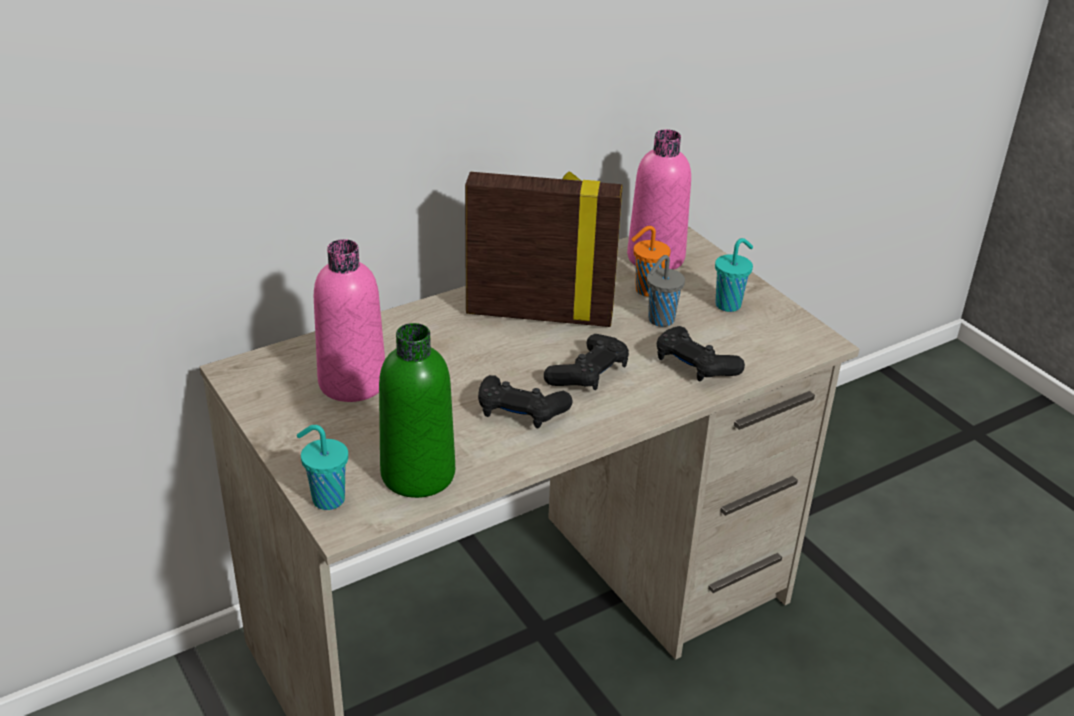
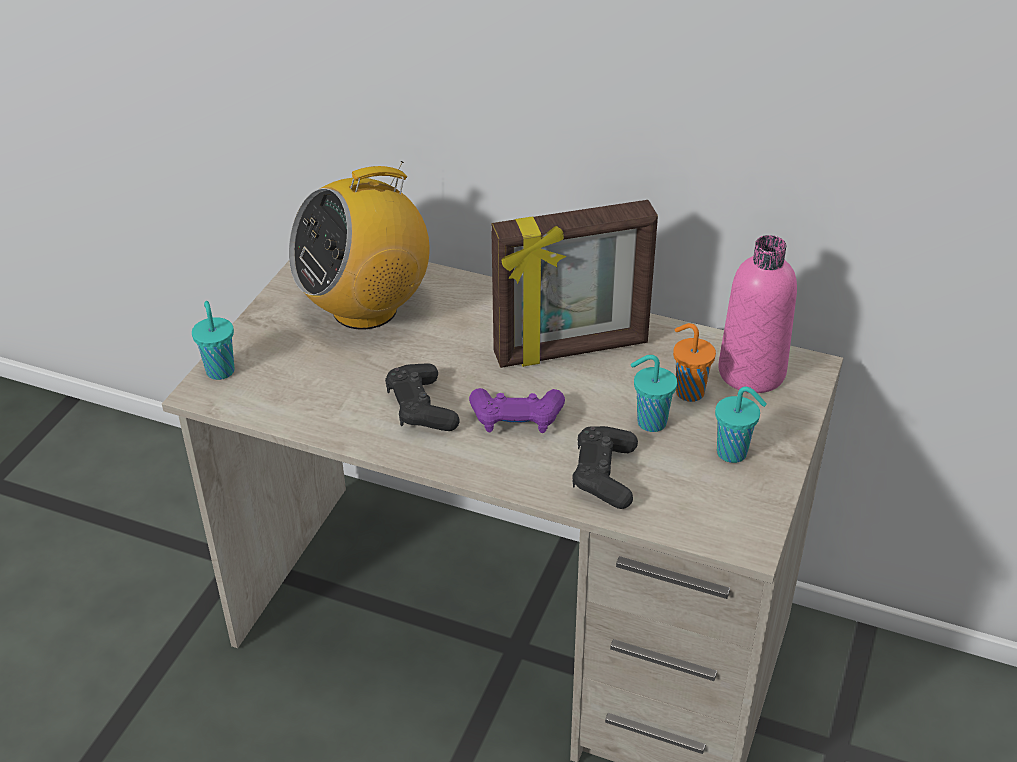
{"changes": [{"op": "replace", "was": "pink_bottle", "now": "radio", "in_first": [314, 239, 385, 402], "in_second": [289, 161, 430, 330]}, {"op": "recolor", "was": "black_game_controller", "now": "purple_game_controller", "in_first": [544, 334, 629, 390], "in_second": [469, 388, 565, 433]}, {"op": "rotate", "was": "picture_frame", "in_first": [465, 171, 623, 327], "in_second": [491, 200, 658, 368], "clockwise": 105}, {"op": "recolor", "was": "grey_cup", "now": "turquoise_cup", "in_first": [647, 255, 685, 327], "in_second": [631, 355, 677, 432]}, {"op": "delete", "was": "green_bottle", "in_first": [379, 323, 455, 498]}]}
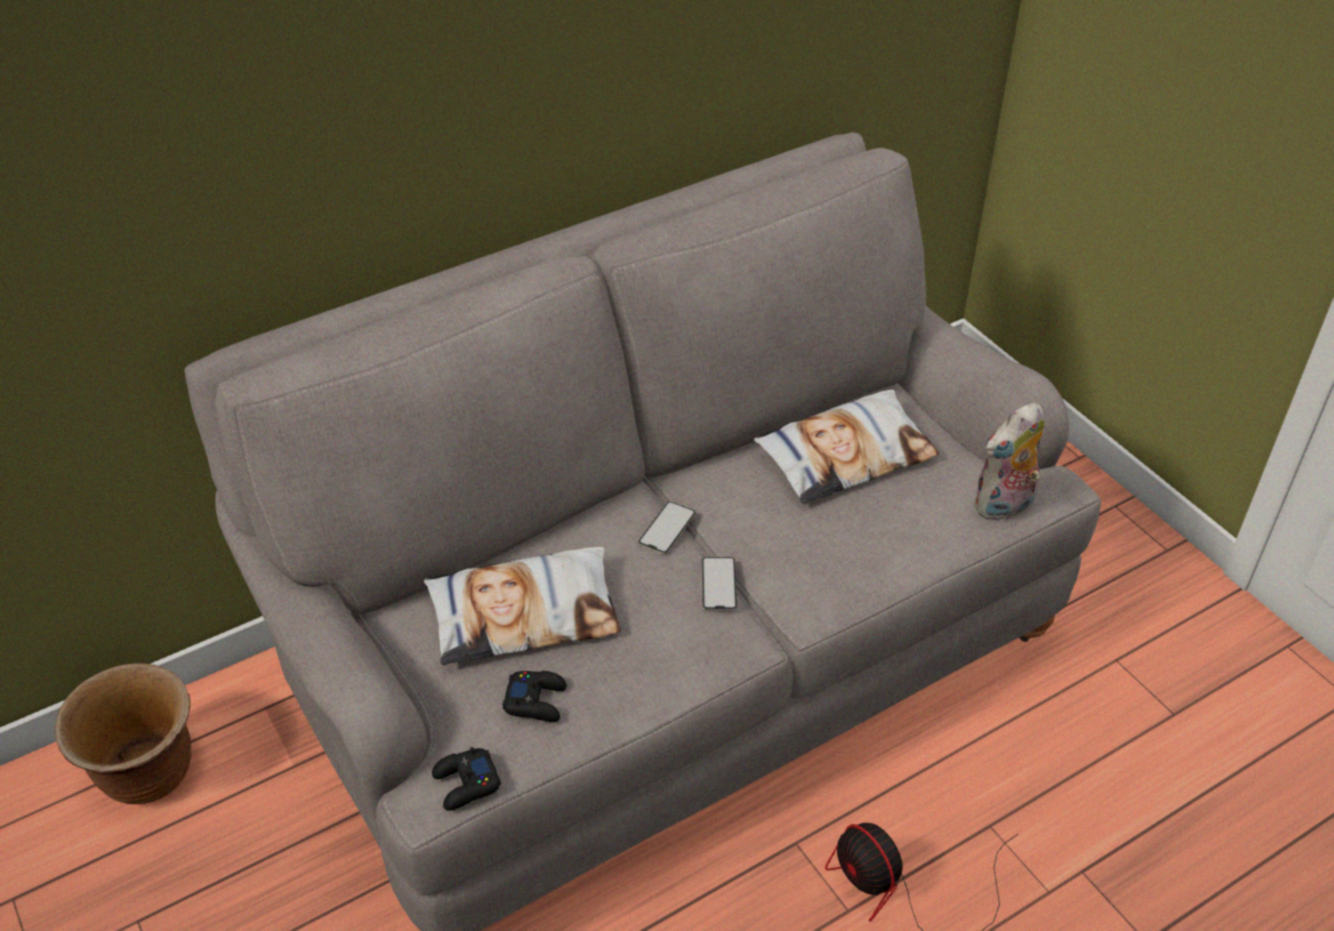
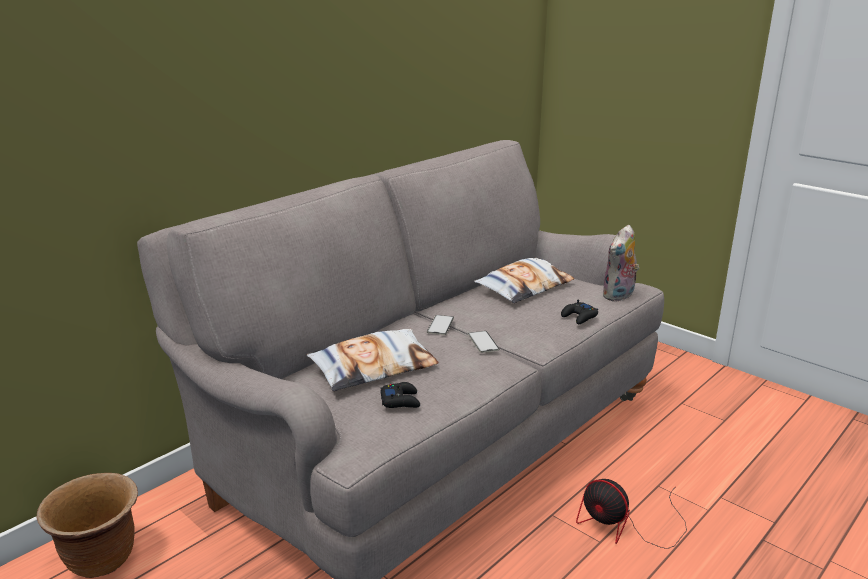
{"changes": [{"op": "move", "was": "black_game_controller", "in_first": [432, 747, 501, 811], "in_second": [561, 299, 598, 324]}]}
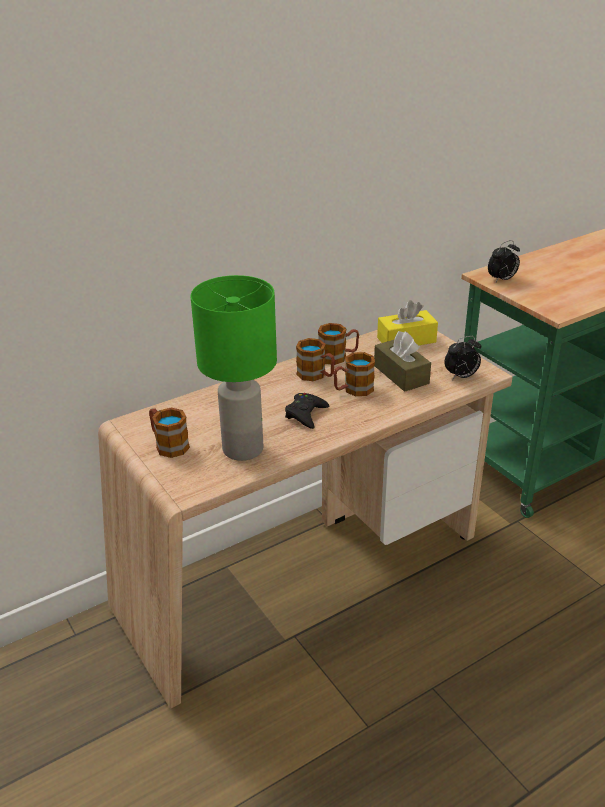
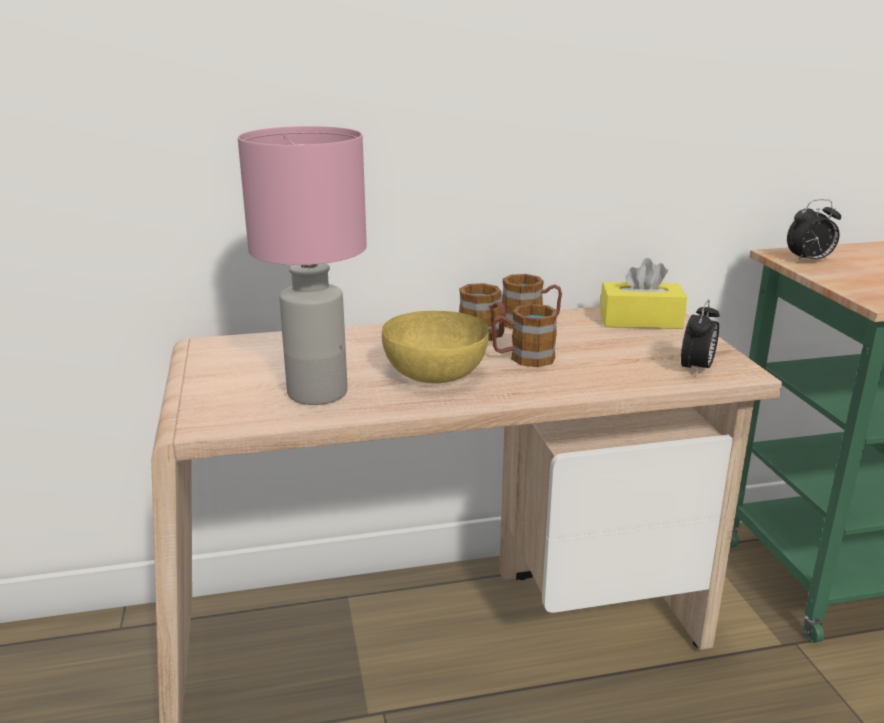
{"changes": [{"op": "recolor", "was": "green_table_lamp", "now": "pink_table_lamp", "in_first": [191, 275, 277, 461], "in_second": [238, 126, 367, 405]}, {"op": "replace", "was": "black_game_controller", "now": "yellow_bowl", "in_first": [285, 393, 329, 429], "in_second": [382, 311, 489, 383]}, {"op": "rotate", "was": "alarm_clock", "in_first": [444, 336, 481, 379], "in_second": [681, 300, 720, 377], "clockwise": -60}, {"op": "delete", "was": "mug", "in_first": [149, 408, 190, 458]}, {"op": "delete", "was": "brown_tissue_box", "in_first": [374, 331, 431, 392]}]}
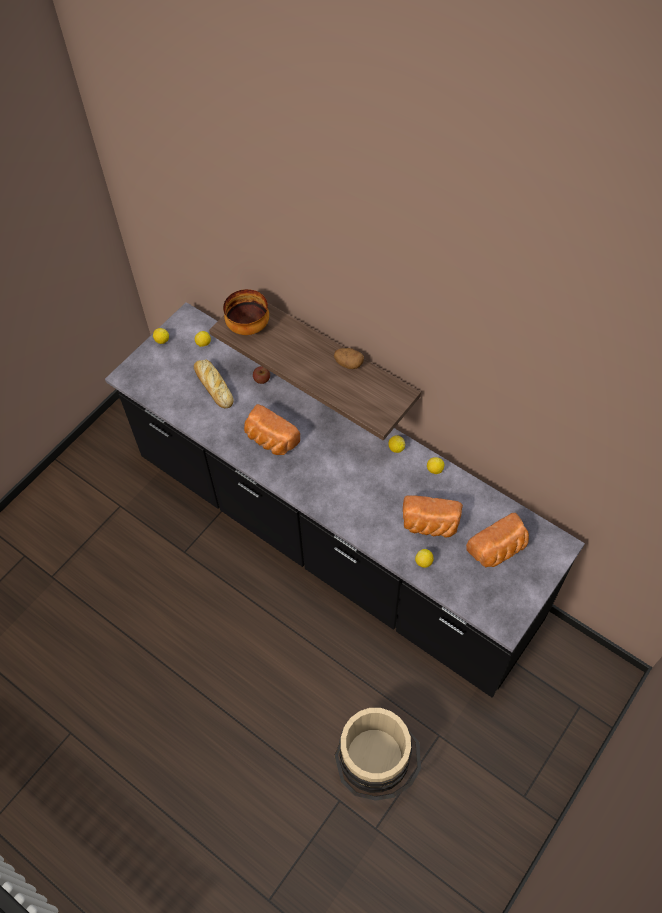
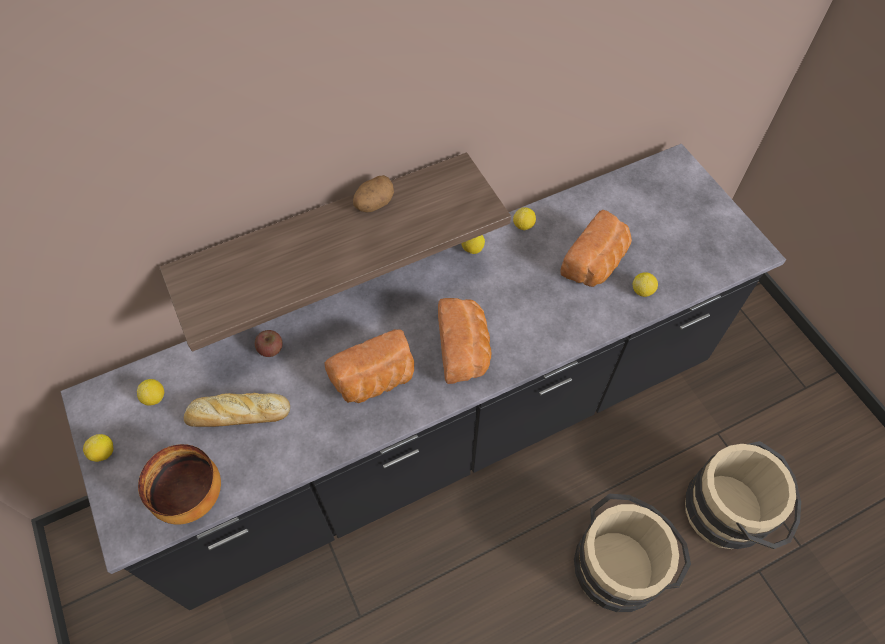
{"changes": [{"op": "move", "was": "bowl", "in_first": [223, 289, 269, 335], "in_second": [138, 444, 221, 524]}, {"op": "move", "was": "bread", "in_first": [466, 513, 529, 567], "in_second": [438, 298, 492, 384]}, {"op": "insert", "now": "beige_bucket", "in_second": [574, 494, 691, 612]}]}
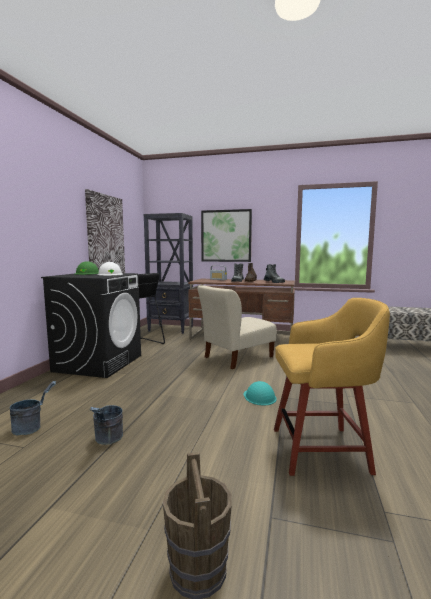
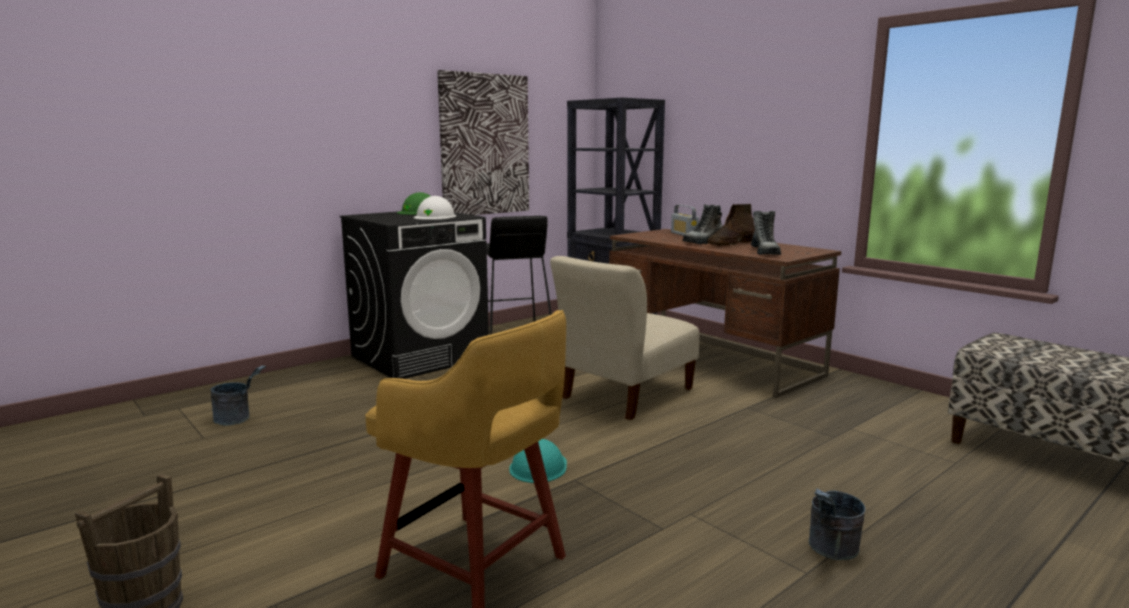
{"changes": [{"op": "rotate", "was": "beige_chair", "in_first": [197, 285, 276, 369], "in_second": [550, 256, 700, 420], "clockwise": -45}, {"op": "move", "was": "grey_bucket", "in_first": [90, 405, 123, 445], "in_second": [809, 489, 865, 560]}, {"op": "delete", "was": "picture", "in_first": [201, 209, 252, 262]}]}
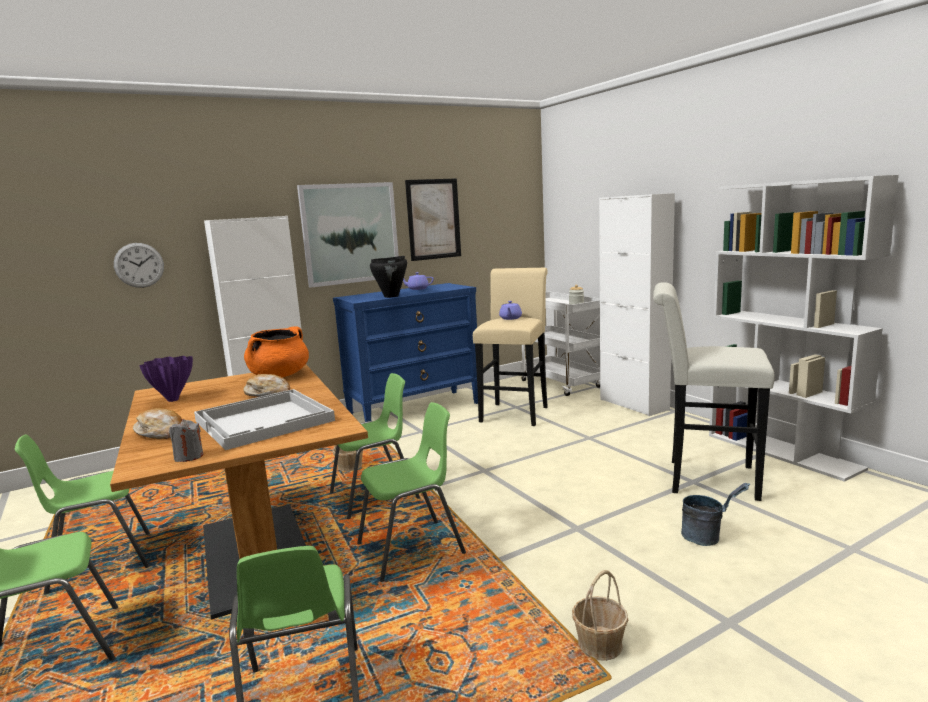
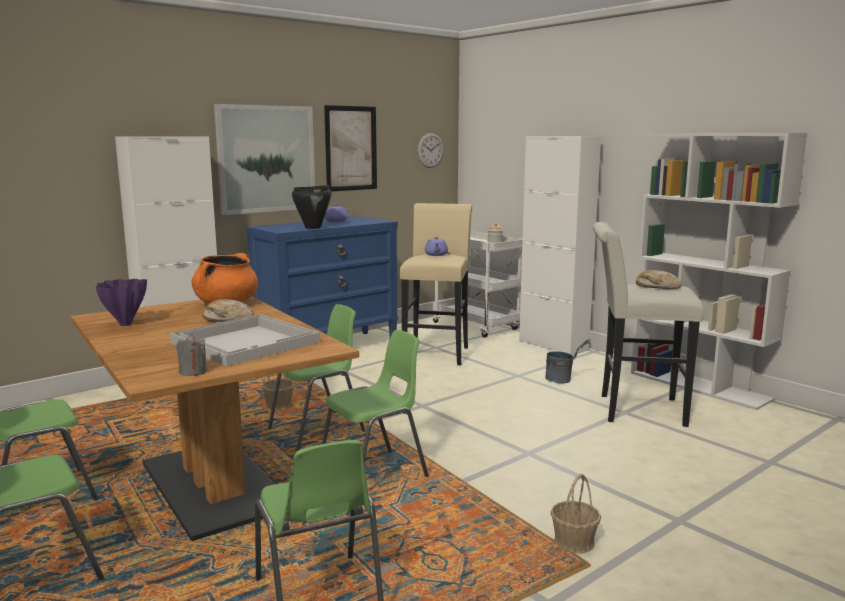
{"changes": [{"op": "move", "was": "wall_clock", "in_first": [114, 243, 164, 288], "in_second": [417, 133, 444, 168]}, {"op": "move", "was": "grey_bucket", "in_first": [681, 483, 750, 546], "in_second": [545, 339, 591, 384]}, {"op": "move", "was": "bread", "in_first": [133, 408, 182, 439], "in_second": [636, 270, 682, 289]}]}
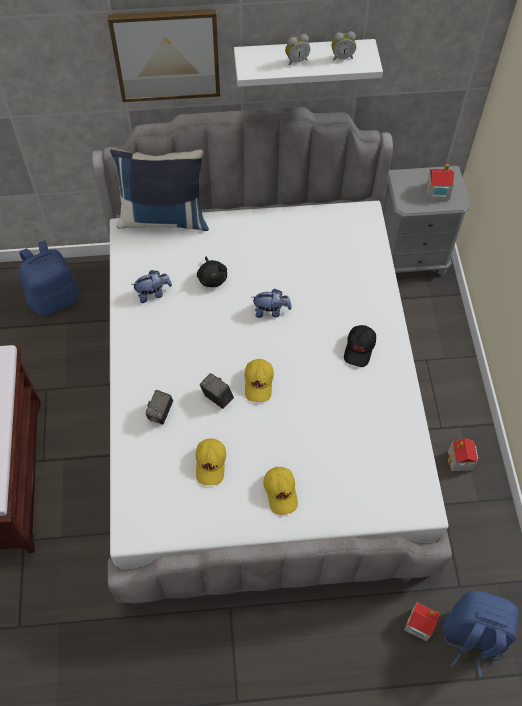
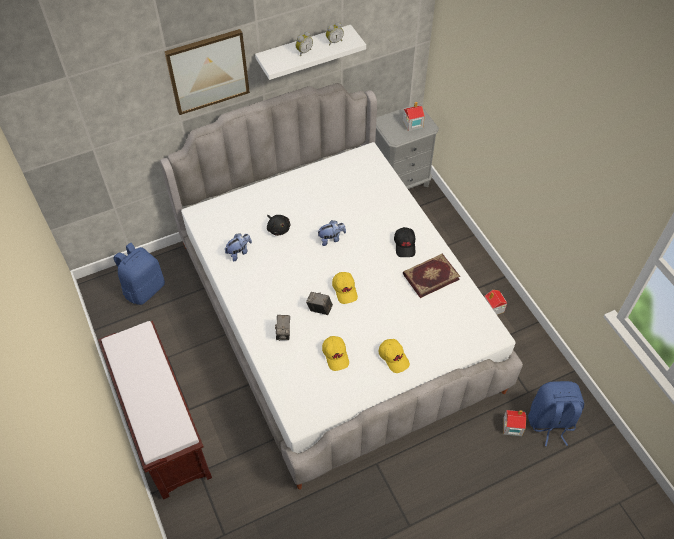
{"changes": [{"op": "insert", "now": "book", "in_second": [403, 254, 460, 298]}, {"op": "delete", "was": "blue_pillow", "in_first": [110, 149, 209, 231]}]}
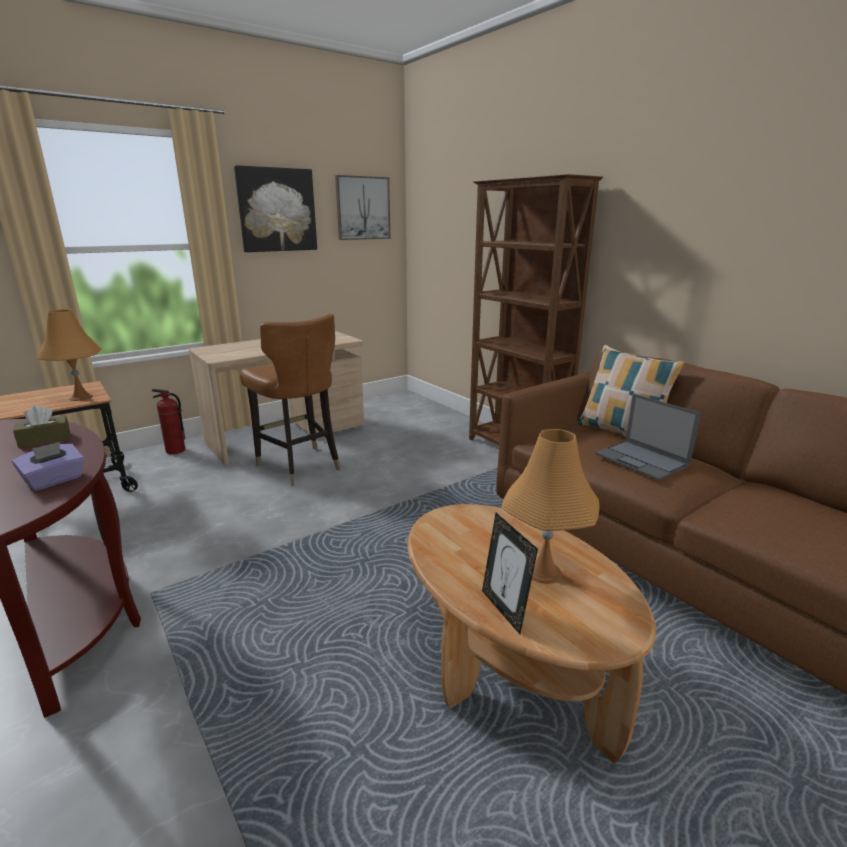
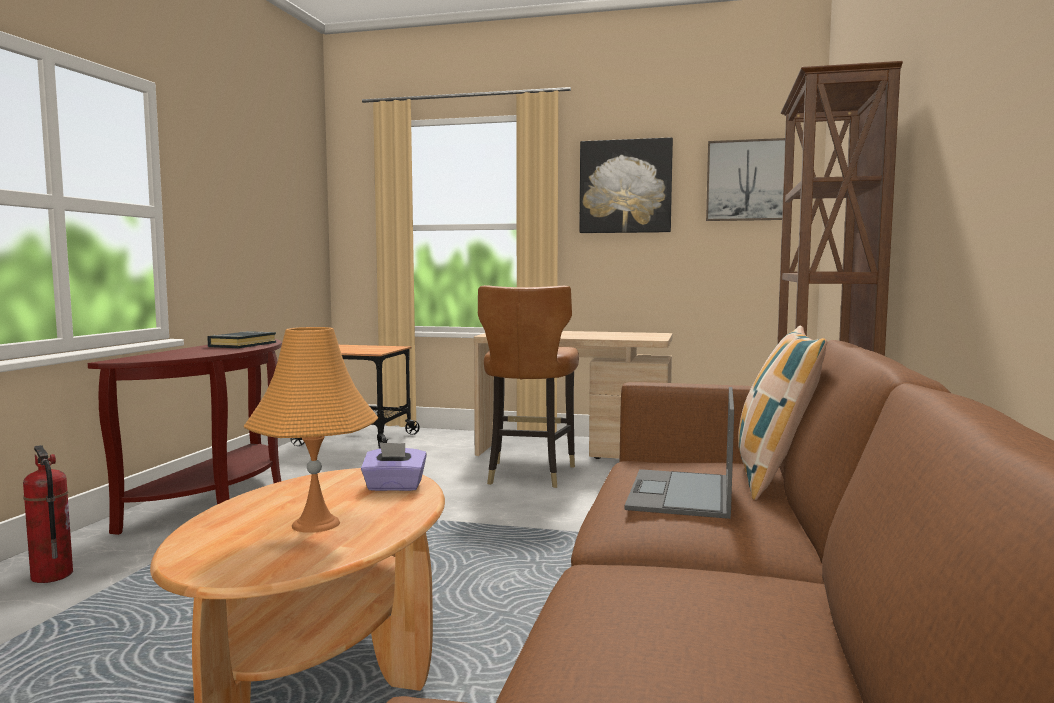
{"changes": [{"op": "move", "was": "fire_extinguisher", "in_first": [152, 389, 185, 454], "in_second": [23, 445, 73, 583]}, {"op": "replace", "was": "brown_tissue_box", "now": "black_book", "in_first": [13, 405, 70, 448], "in_second": [207, 331, 276, 348]}, {"op": "move", "was": "purple_tissue_box", "in_first": [12, 442, 84, 491], "in_second": [361, 442, 427, 491]}, {"op": "delete", "was": "orange_table_lamp", "in_first": [36, 309, 102, 401]}, {"op": "delete", "was": "picture_frame", "in_first": [482, 513, 538, 634]}]}
